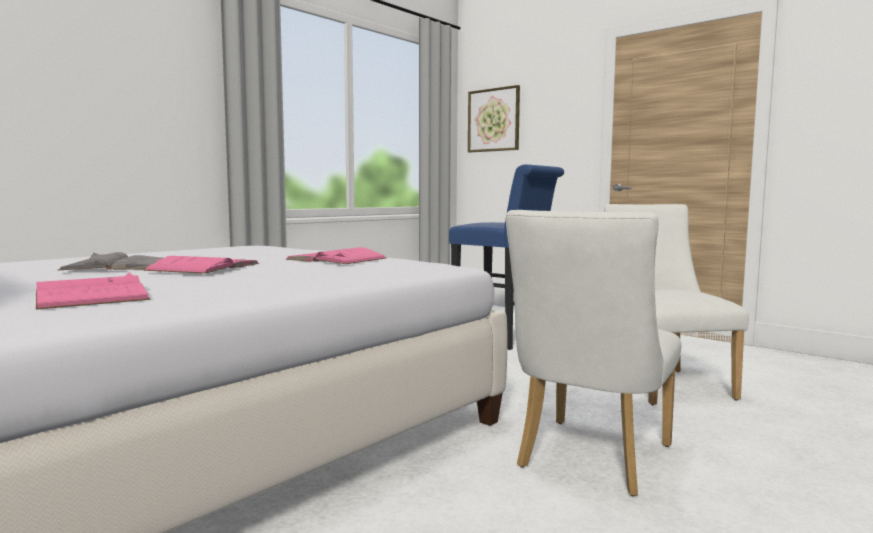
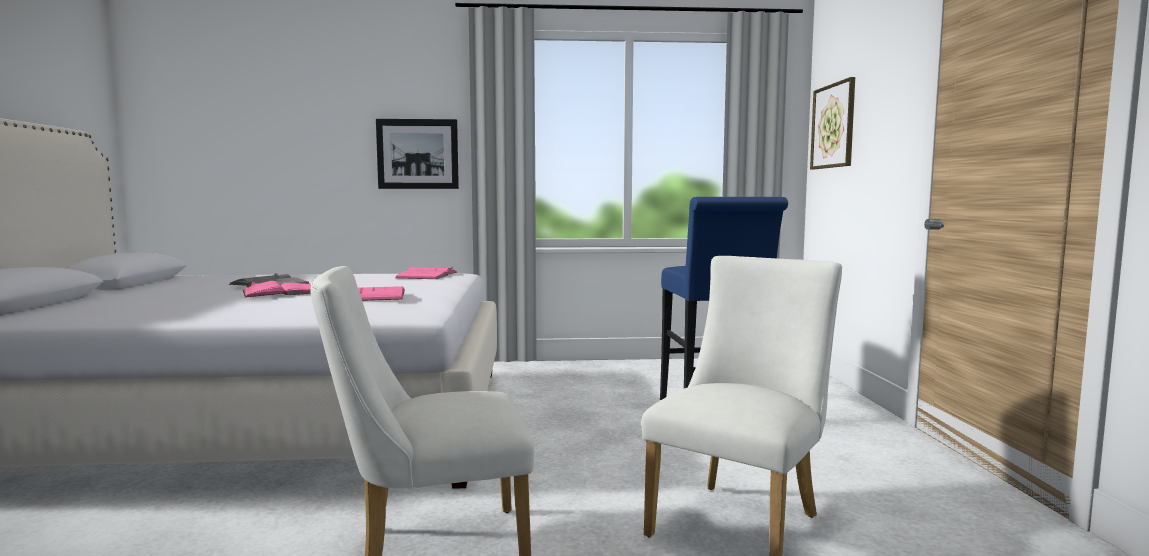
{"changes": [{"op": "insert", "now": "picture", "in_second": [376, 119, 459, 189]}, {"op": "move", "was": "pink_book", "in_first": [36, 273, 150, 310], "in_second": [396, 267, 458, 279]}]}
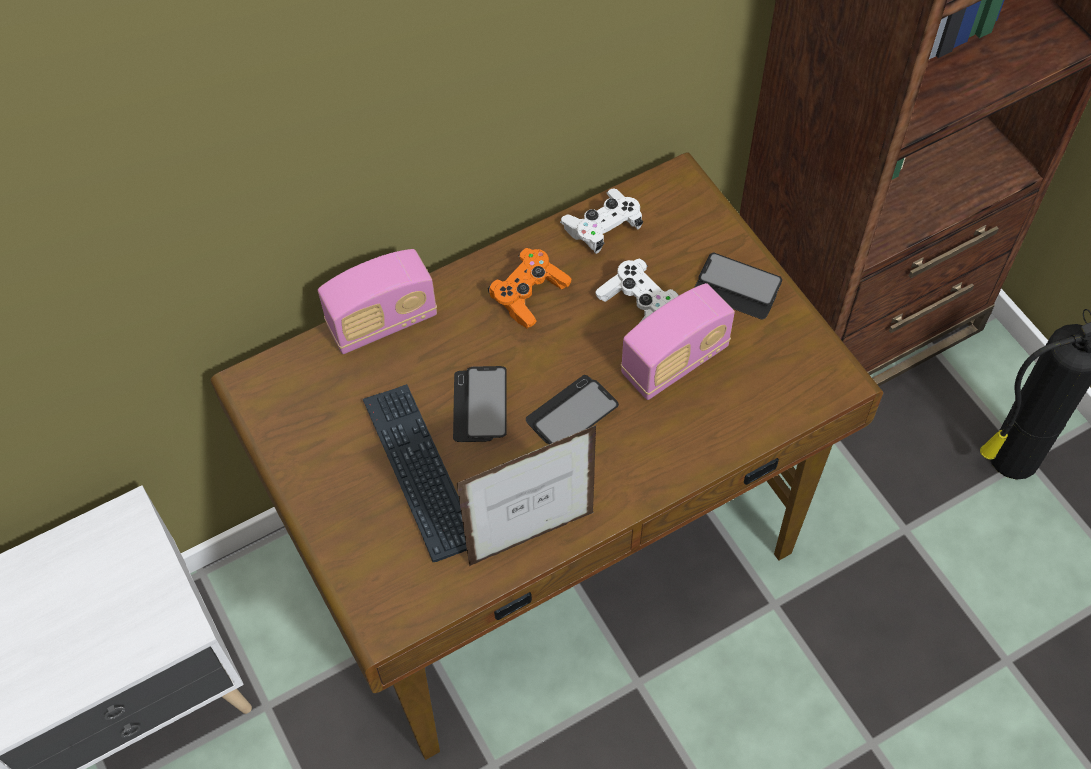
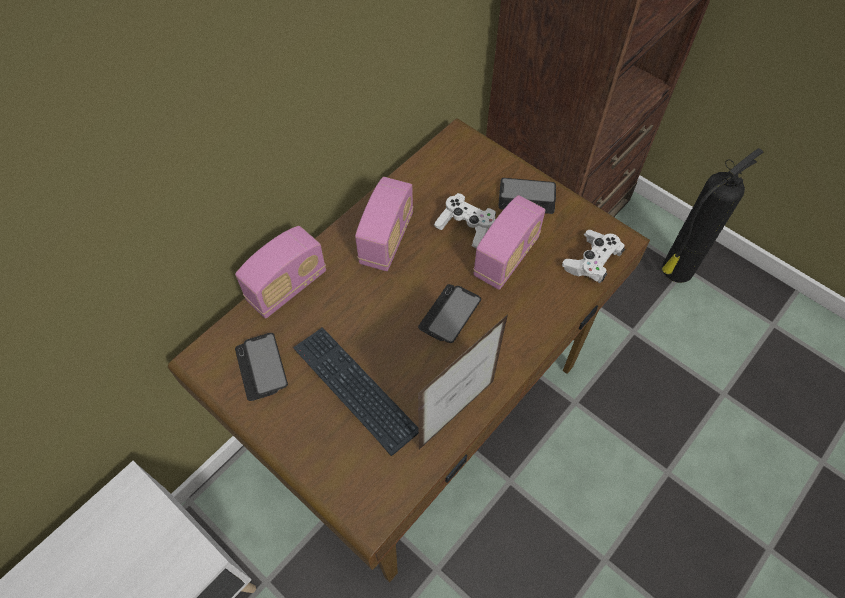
{"changes": [{"op": "move", "was": "phone", "in_first": [453, 366, 507, 442], "in_second": [235, 333, 288, 401]}, {"op": "replace", "was": "orange_game_controller", "now": "radio", "in_first": [488, 248, 571, 328], "in_second": [355, 177, 413, 271]}, {"op": "move", "was": "white_game_controller", "in_first": [560, 188, 643, 254], "in_second": [562, 230, 625, 283]}]}
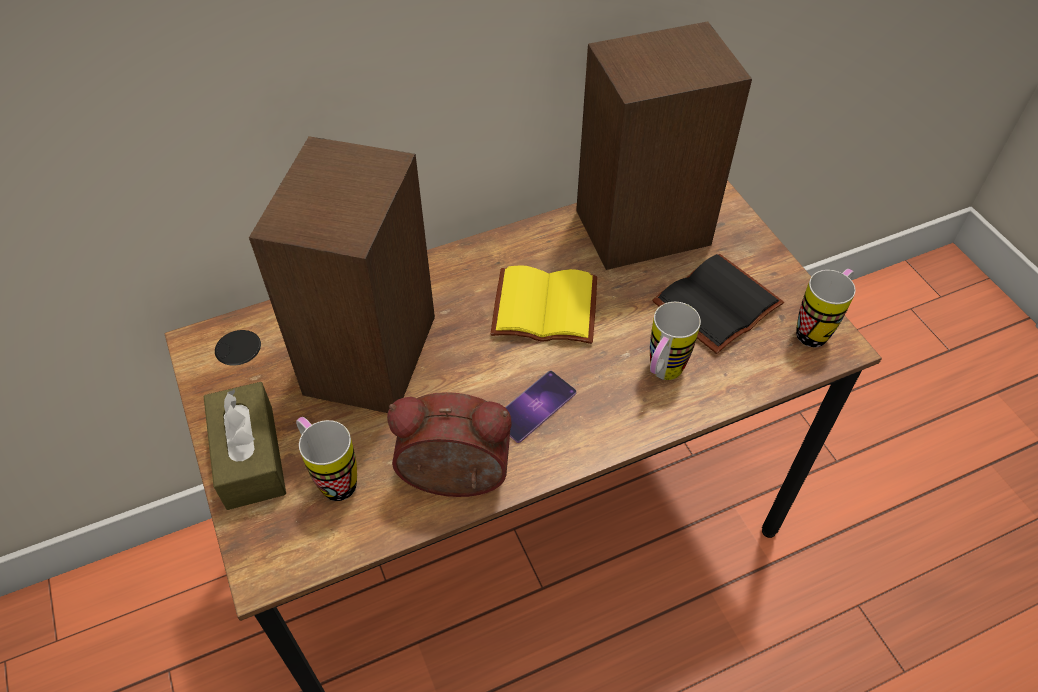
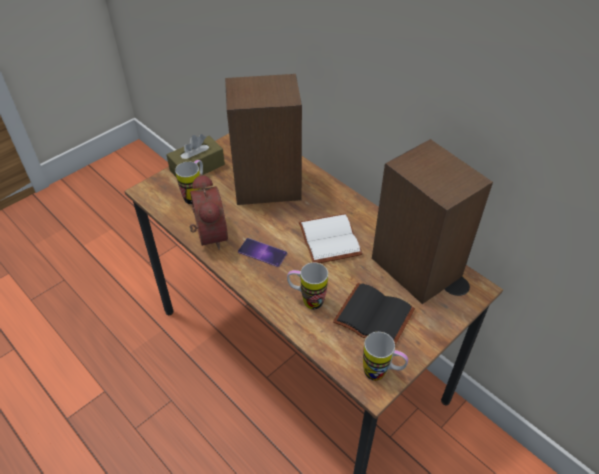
{"changes": [{"op": "recolor", "was": "yellow_book", "now": "white_book", "in_first": [491, 265, 597, 344], "in_second": [299, 214, 363, 263]}]}
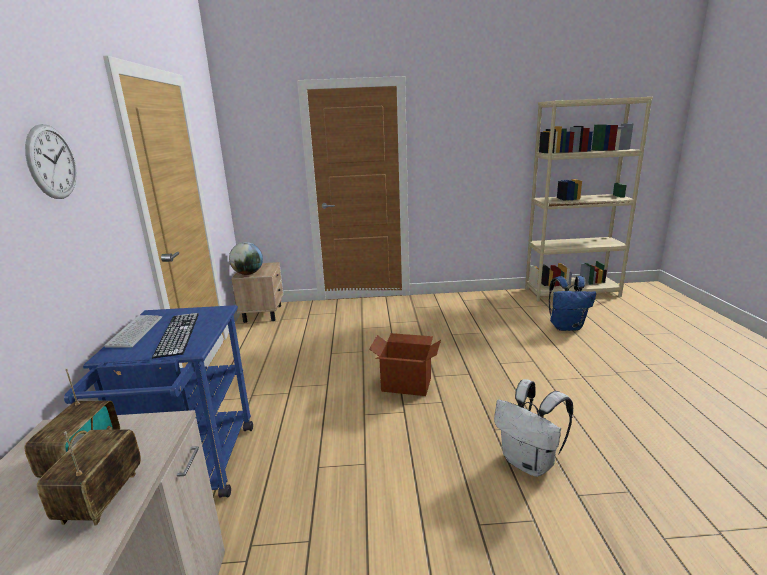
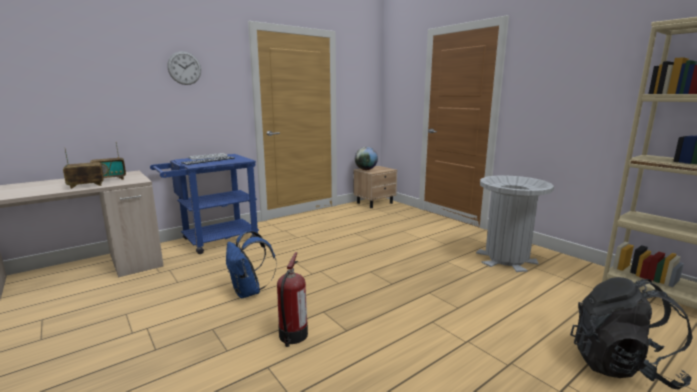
{"changes": [{"op": "move", "was": "blue_backpack", "in_first": [549, 276, 596, 331], "in_second": [226, 230, 277, 299]}, {"op": "replace", "was": "white_backpack", "now": "fire_extinguisher", "in_first": [494, 379, 573, 477], "in_second": [277, 252, 308, 347]}, {"op": "insert", "now": "grey_trash_can", "in_second": [476, 175, 554, 272]}, {"op": "insert", "now": "black_backpack", "in_second": [570, 277, 693, 390]}, {"op": "delete", "was": "cardboard_box", "in_first": [369, 333, 441, 396]}]}
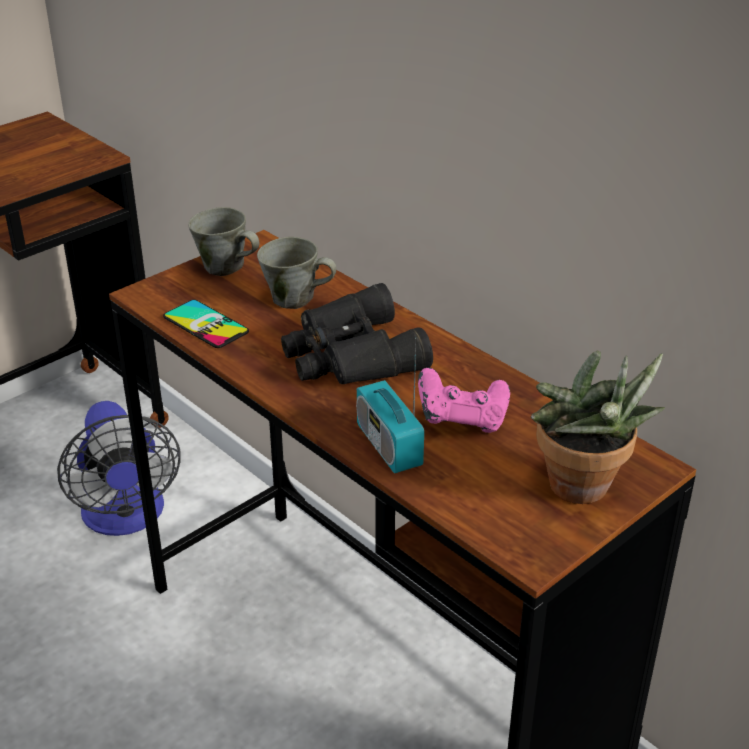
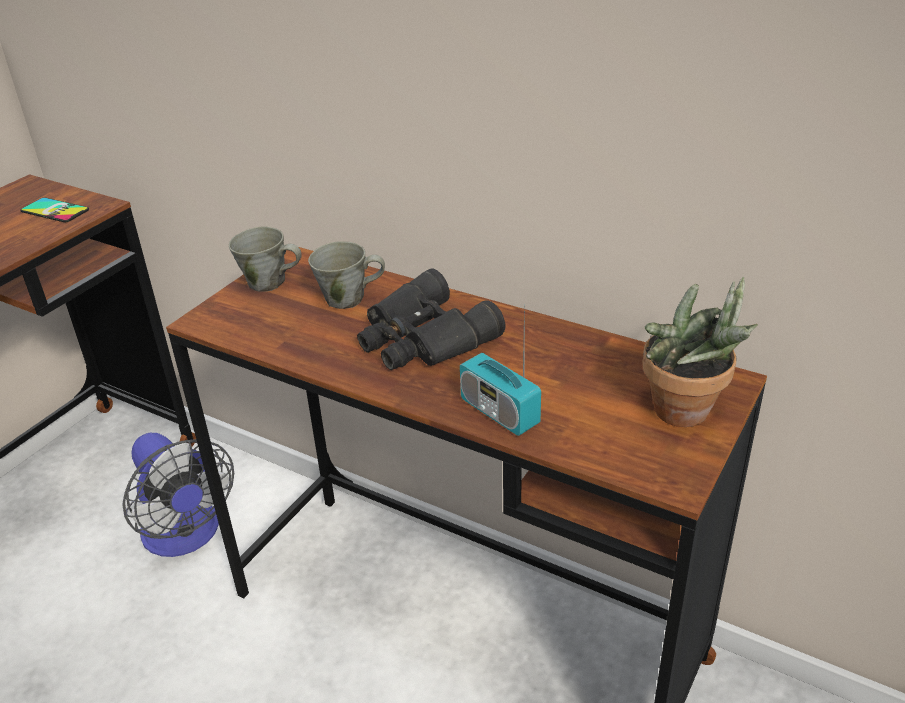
{"changes": [{"op": "move", "was": "phone", "in_first": [163, 300, 249, 348], "in_second": [20, 198, 89, 222]}, {"op": "delete", "was": "pink_game_controller", "in_first": [418, 368, 510, 433]}]}
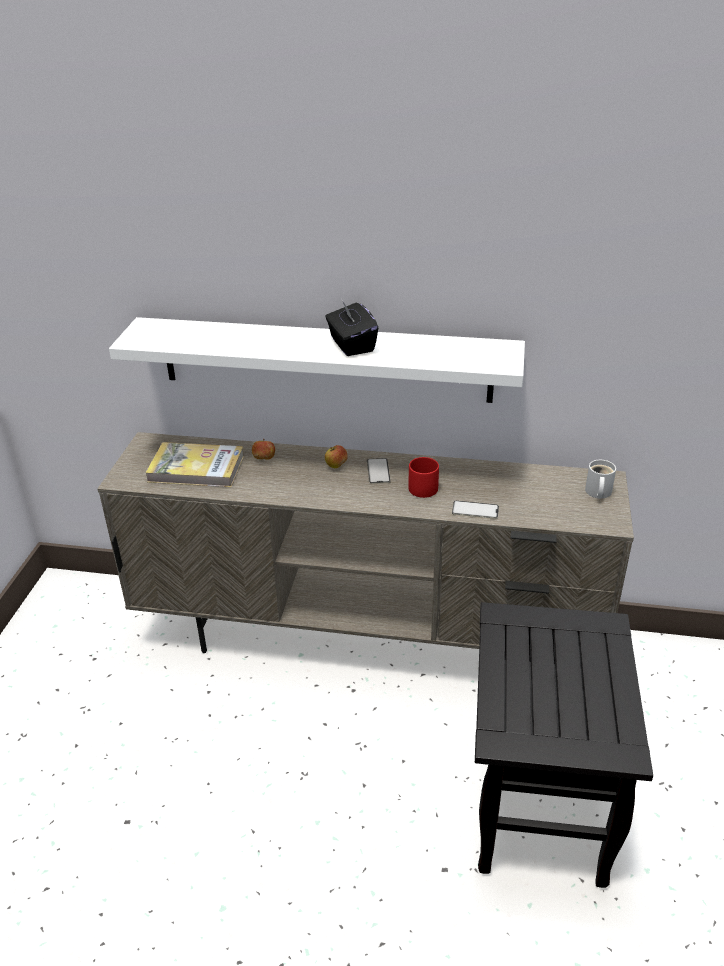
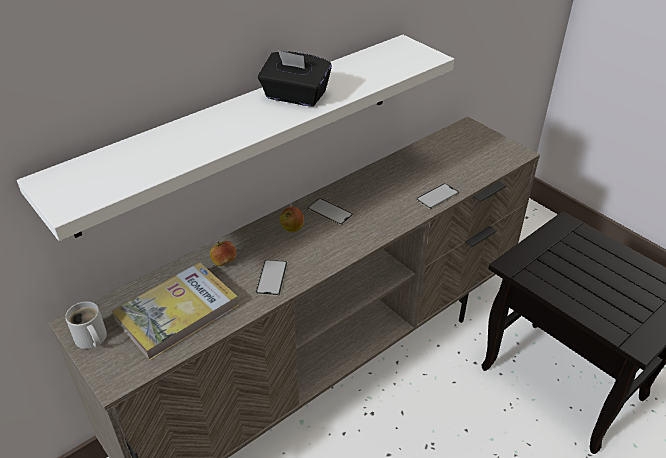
{"changes": [{"op": "move", "was": "white_mug", "in_first": [585, 460, 616, 499], "in_second": [65, 301, 107, 349]}, {"op": "insert", "now": "phone", "in_second": [256, 260, 287, 296]}, {"op": "delete", "was": "red_mug", "in_first": [408, 457, 439, 498]}]}
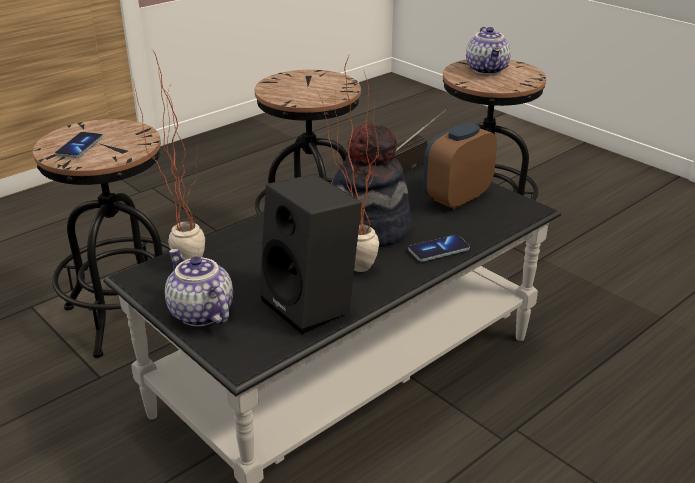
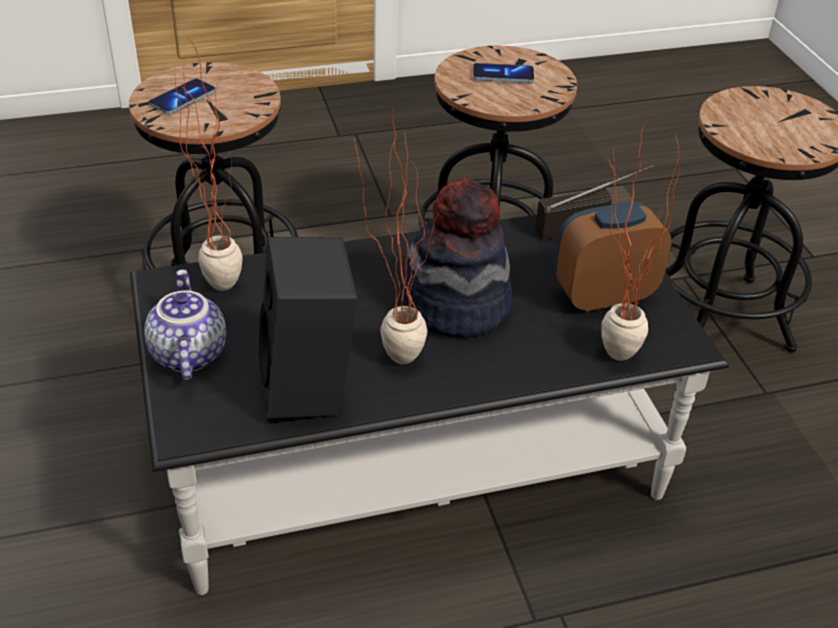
{"changes": [{"op": "move", "was": "phone", "in_first": [408, 235, 470, 262], "in_second": [473, 63, 534, 83]}, {"op": "insert", "now": "potted_plant", "in_second": [602, 114, 685, 361]}, {"op": "delete", "was": "teapot", "in_first": [466, 27, 511, 75]}]}
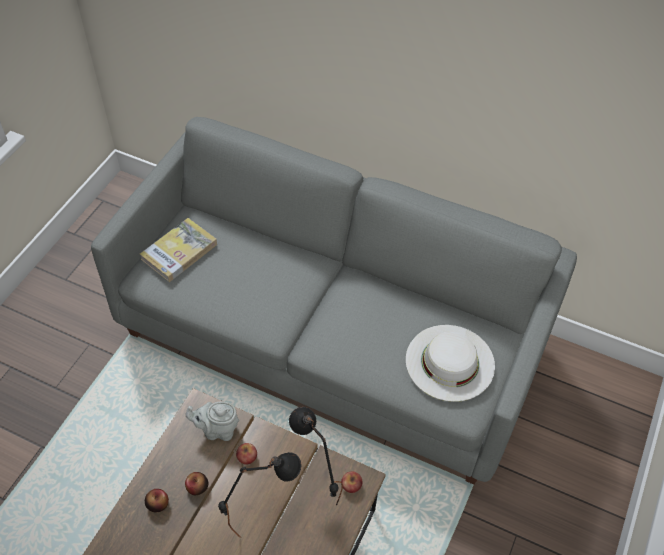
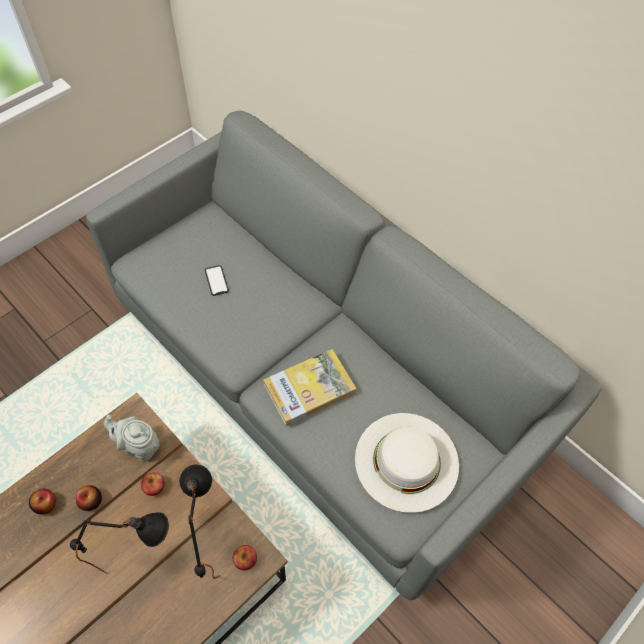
{"changes": [{"op": "insert", "now": "phone", "in_second": [205, 265, 229, 296]}, {"op": "move", "was": "book", "in_first": [140, 218, 217, 282], "in_second": [263, 349, 356, 426]}]}
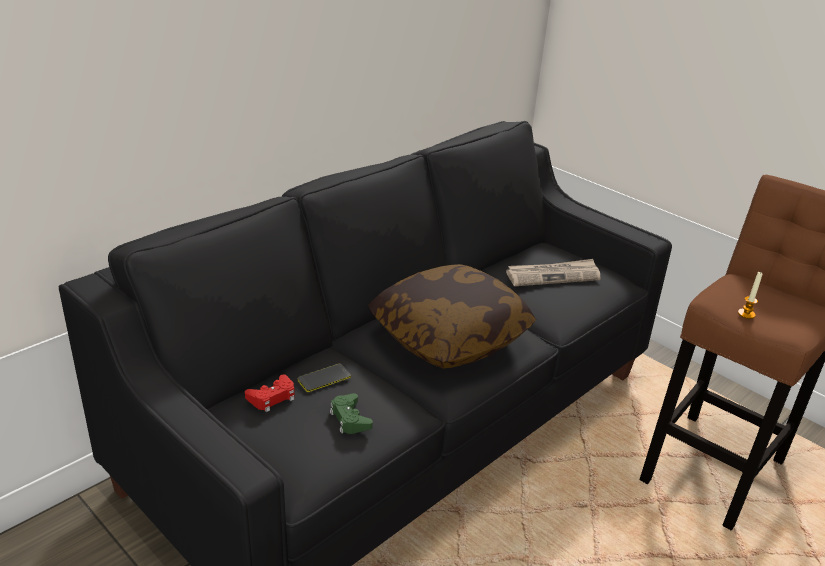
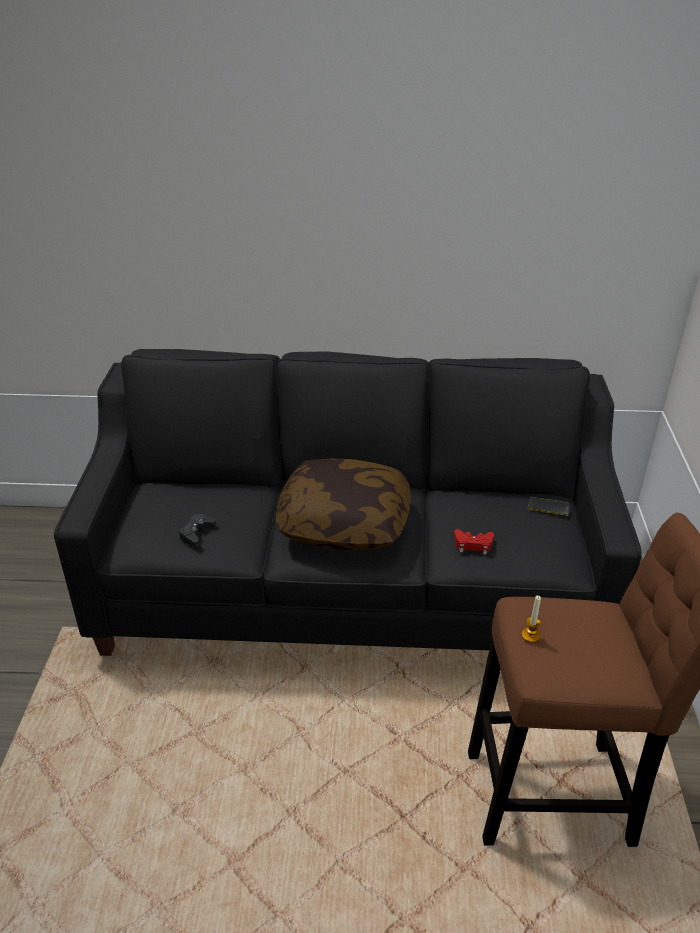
{"changes": [{"op": "recolor", "was": "green_game_controller", "now": "black_game_controller", "in_first": [330, 393, 373, 434], "in_second": [179, 514, 216, 546]}, {"op": "move", "was": "red_game_controller", "in_first": [245, 375, 295, 412], "in_second": [454, 529, 494, 555]}, {"op": "move", "was": "phone", "in_first": [298, 364, 351, 392], "in_second": [528, 497, 570, 516]}, {"op": "delete", "was": "newspaper", "in_first": [506, 259, 601, 286]}]}
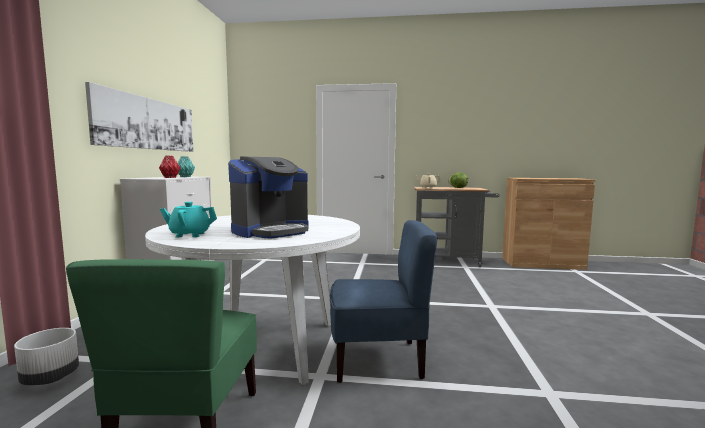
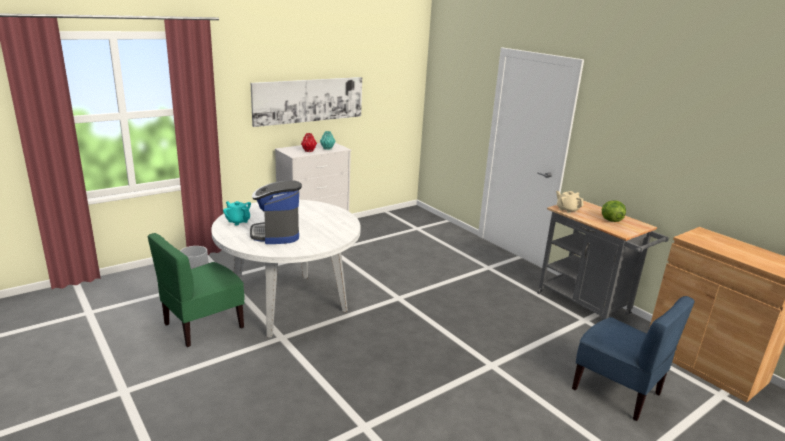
{"changes": [{"op": "rotate", "was": "coffee_machine", "in_first": [228, 156, 308, 239], "in_second": [250, 180, 302, 244], "clockwise": 75}, {"op": "move", "was": "blue_chair", "in_first": [330, 220, 438, 383], "in_second": [572, 296, 695, 421]}]}
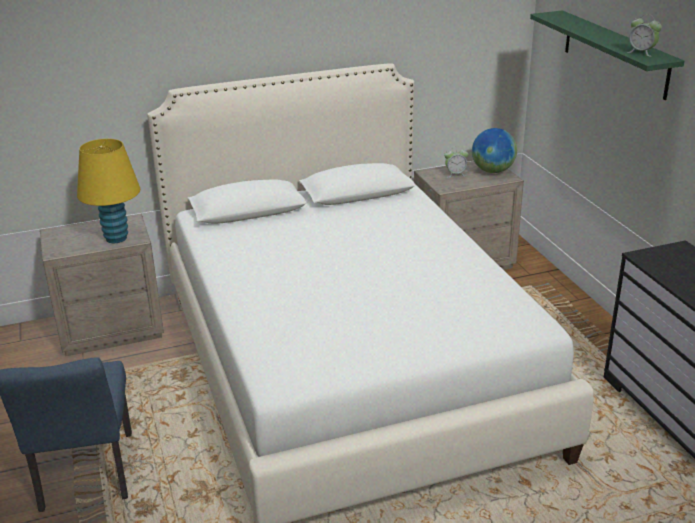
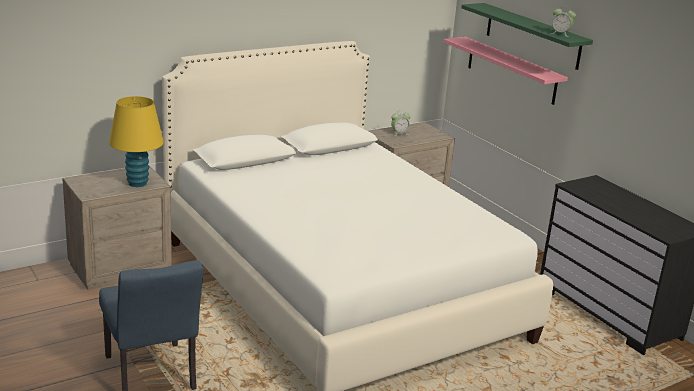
{"changes": [{"op": "insert", "now": "pink_shelf", "in_second": [444, 37, 568, 105]}, {"op": "delete", "was": "globe", "in_first": [472, 128, 517, 173]}]}
